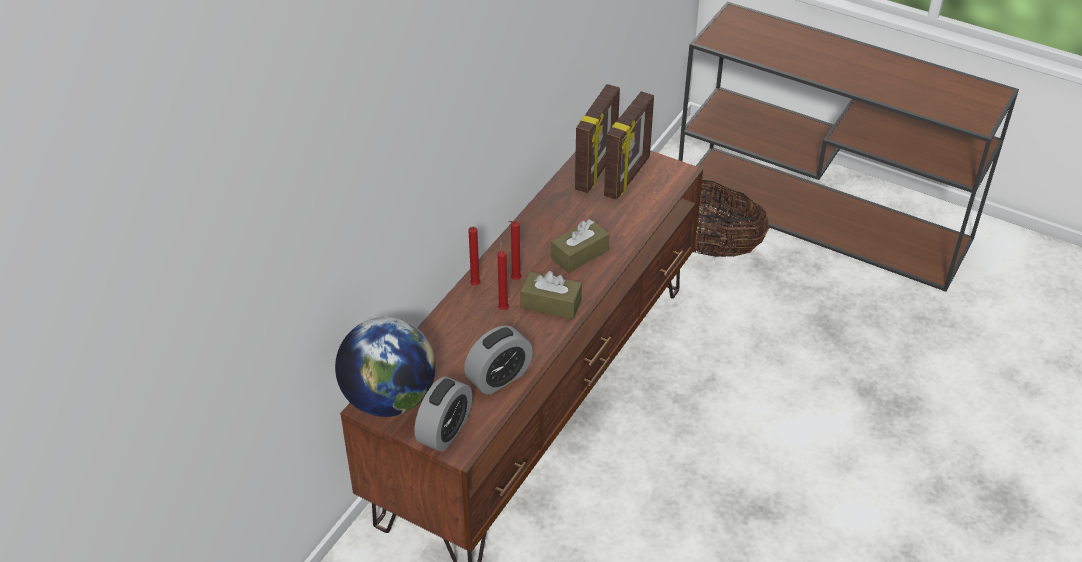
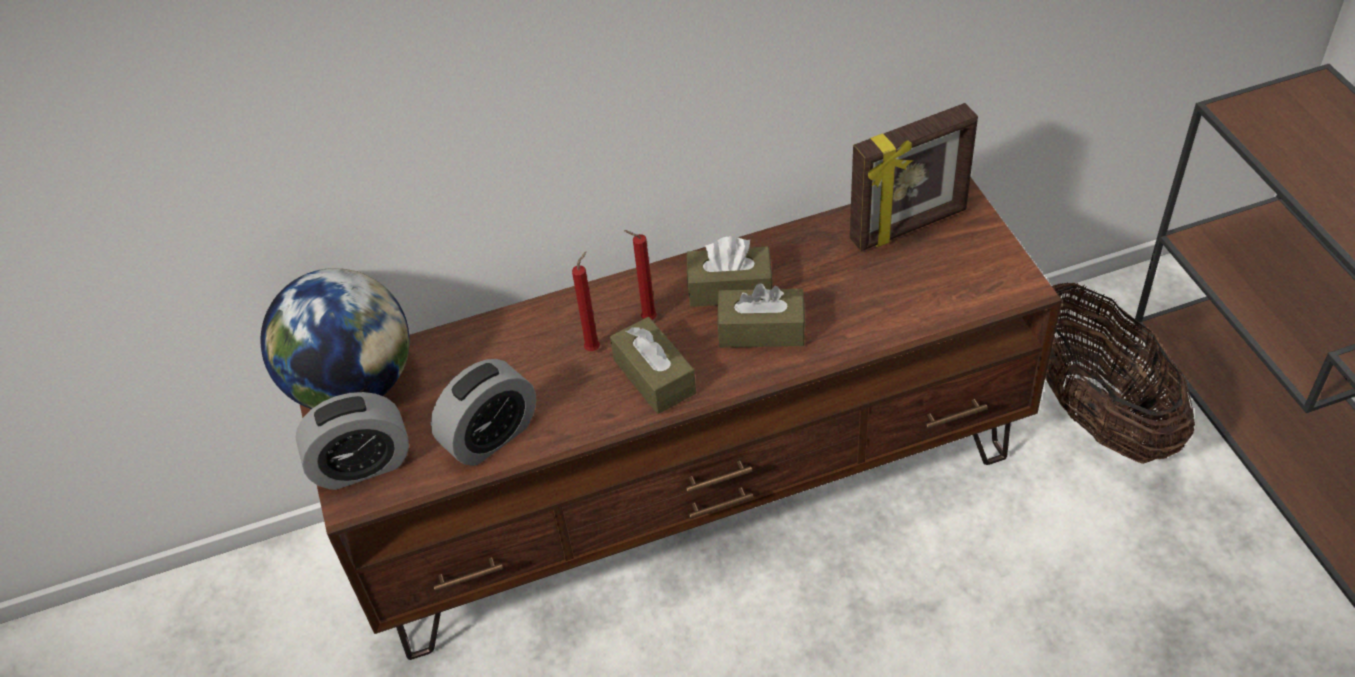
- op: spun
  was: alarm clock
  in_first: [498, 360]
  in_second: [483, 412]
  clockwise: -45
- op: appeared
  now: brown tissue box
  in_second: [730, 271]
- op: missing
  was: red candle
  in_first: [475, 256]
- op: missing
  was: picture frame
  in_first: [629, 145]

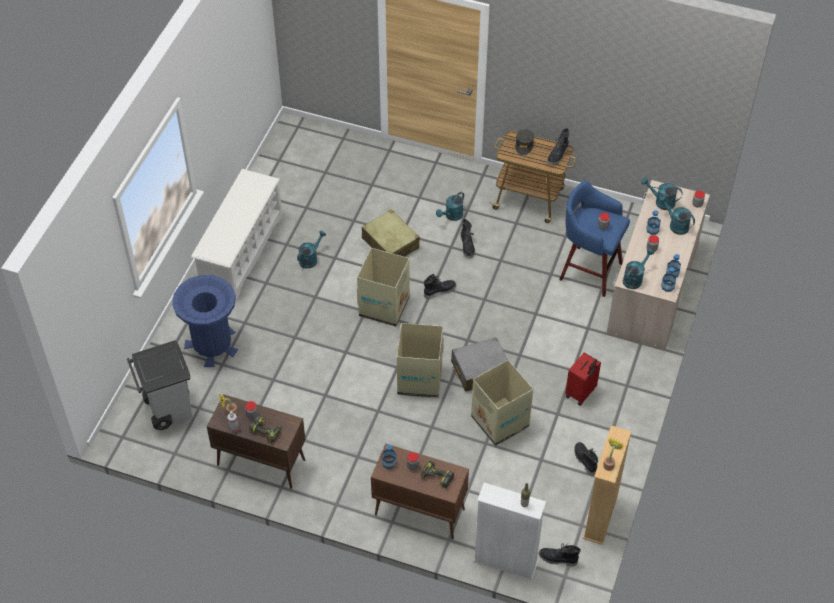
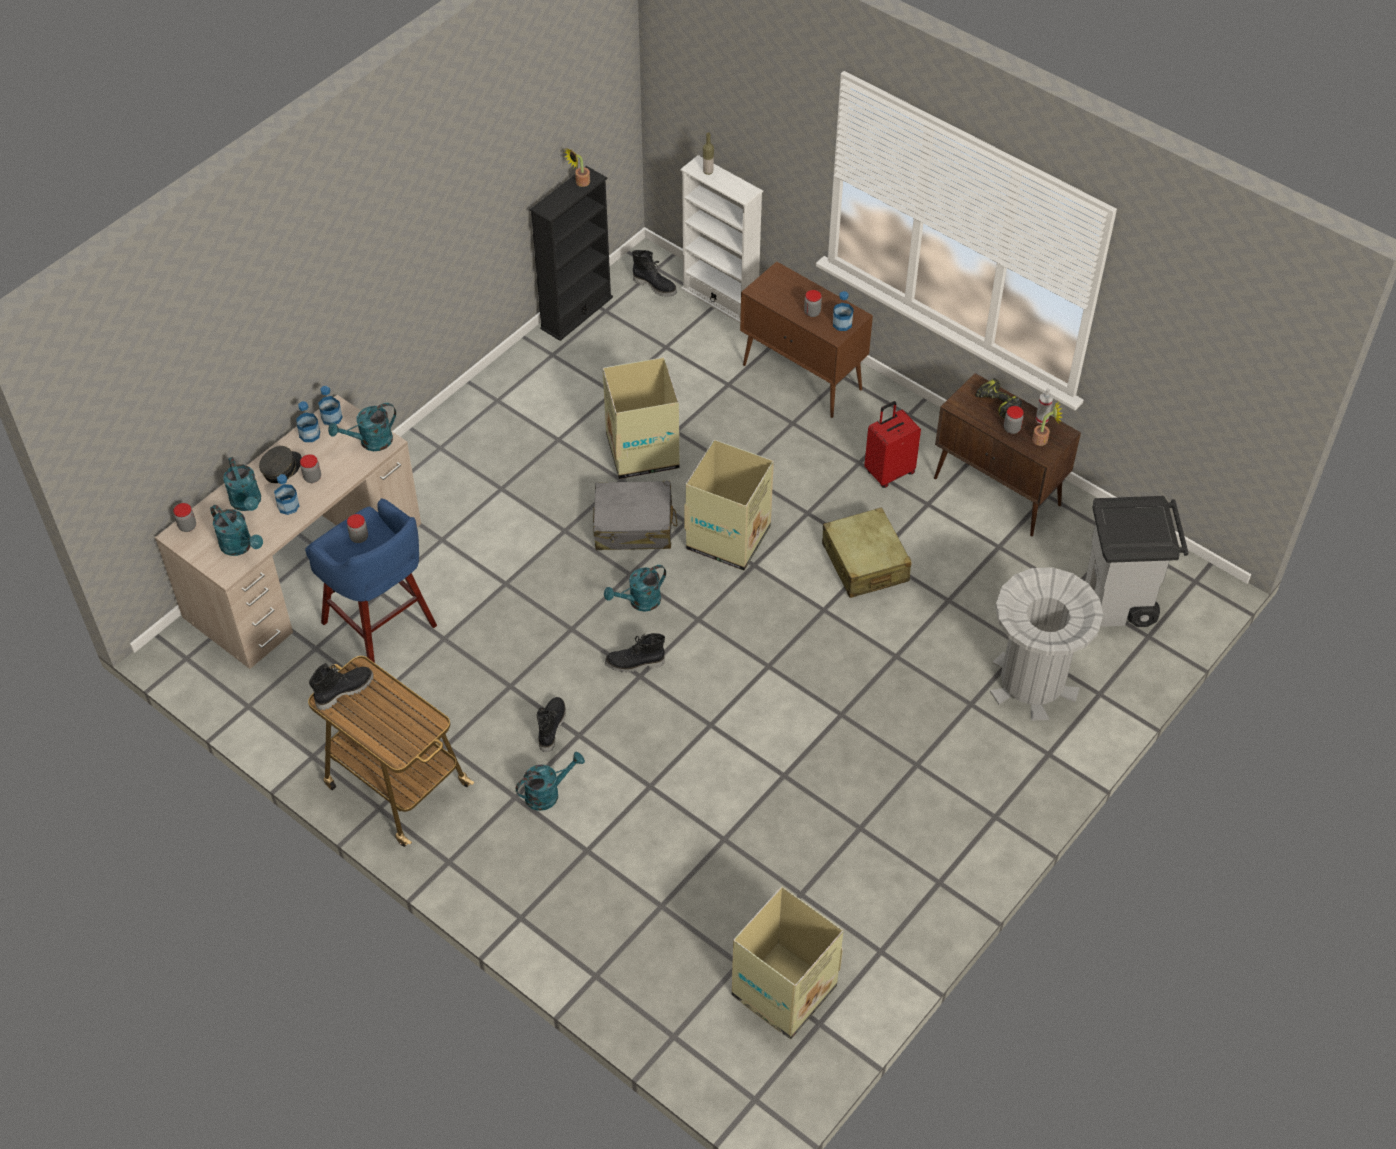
- op: relocated
  was: grey cap
  in_first: [524, 142]
  in_second: [280, 464]
- op: colour
  was: beige bookcase
  now: black bookcase
  in_first: [607, 485]
  in_second: [571, 253]
- op: relocated
  was: turquoise watering can
  in_first: [311, 250]
  in_second: [635, 588]
- op: relocated
  was: cardboard box
  in_first: [383, 287]
  in_second: [787, 962]
- op: relocated
  was: beige suitcase
  in_first: [391, 233]
  in_second: [867, 552]
- op: relocated
  was: red suitcase
  in_first: [583, 379]
  in_second: [892, 444]
- op: colour
  was: blue trash can
  now: grey trash can
  in_first: [205, 321]
  in_second: [1046, 644]
- op: missing
  was: white shoe rack
  in_first: [236, 235]
- op: missing
  was: power drill
  in_first: [437, 474]
- op: missing
  was: black boot
  in_first: [586, 459]

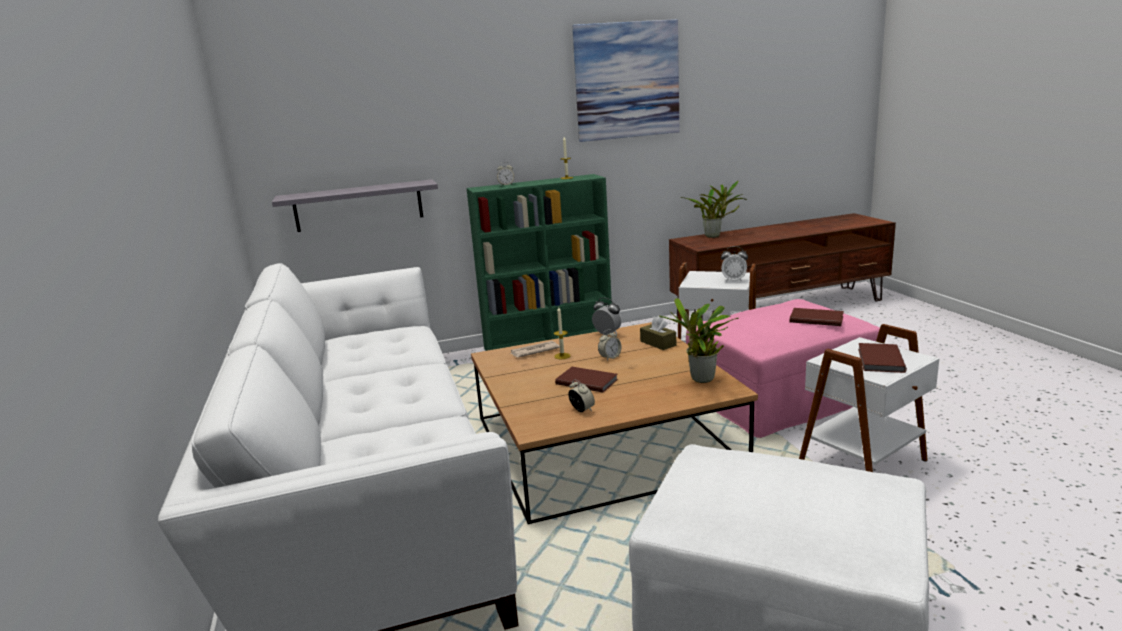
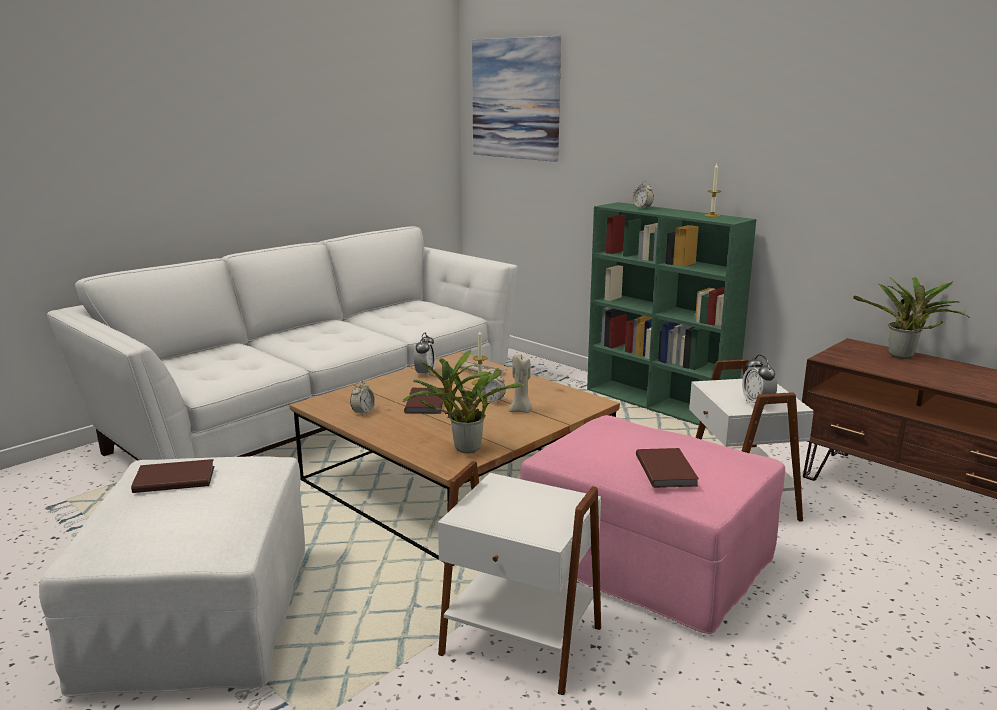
- op: relocated
  was: brown book
  in_first: [882, 358]
  in_second: [172, 476]
- op: relocated
  was: alarm clock
  in_first: [607, 316]
  in_second: [424, 355]
- op: relocated
  was: picture
  in_first: [626, 80]
  in_second: [516, 99]
- op: appeared
  now: beige candle
  in_second: [520, 383]
- op: missing
  was: grey shelf
  in_first: [355, 205]
- op: missing
  was: brown tissue box
  in_first: [658, 333]

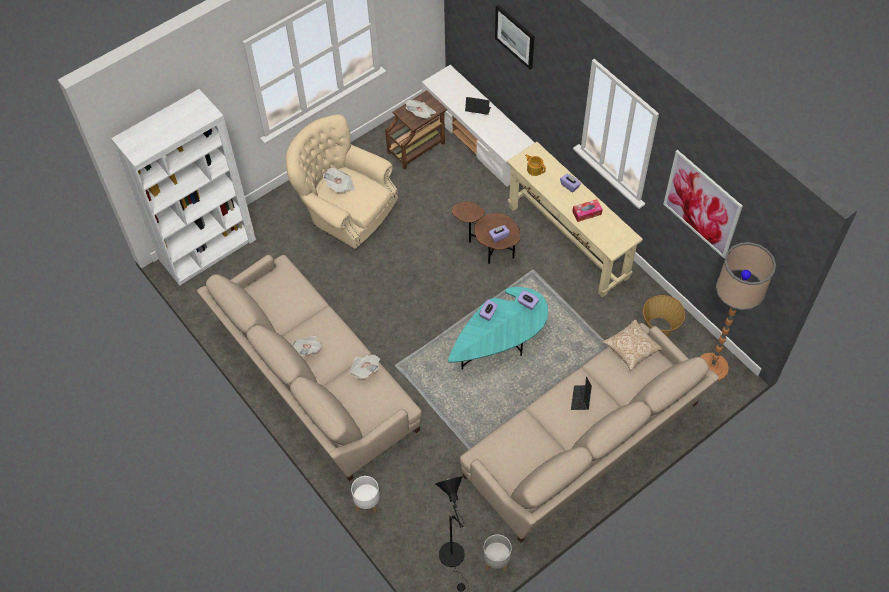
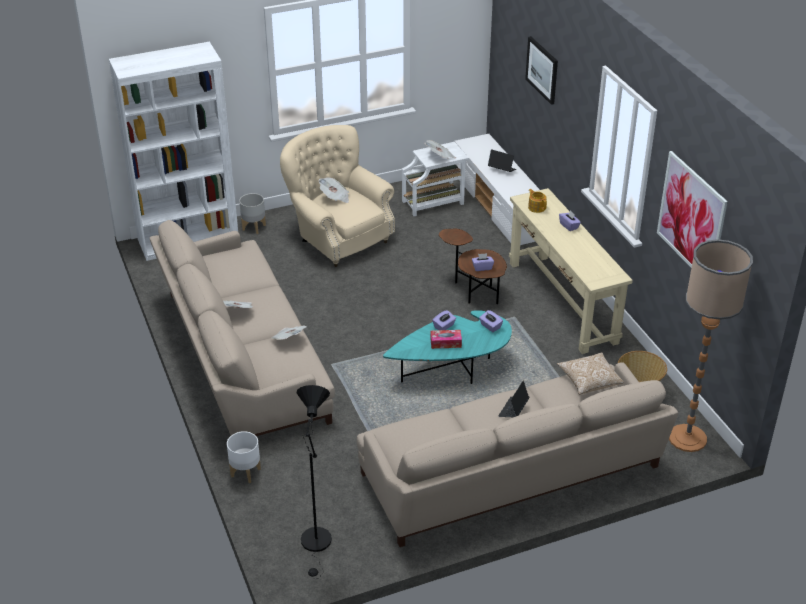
- op: relocated
  was: grey planter
  in_first: [497, 553]
  in_second: [252, 213]
- op: colour
  was: brown side table
  now: white side table
  in_first: [416, 129]
  in_second: [435, 179]
- op: relocated
  was: tissue box
  in_first: [587, 210]
  in_second: [446, 339]

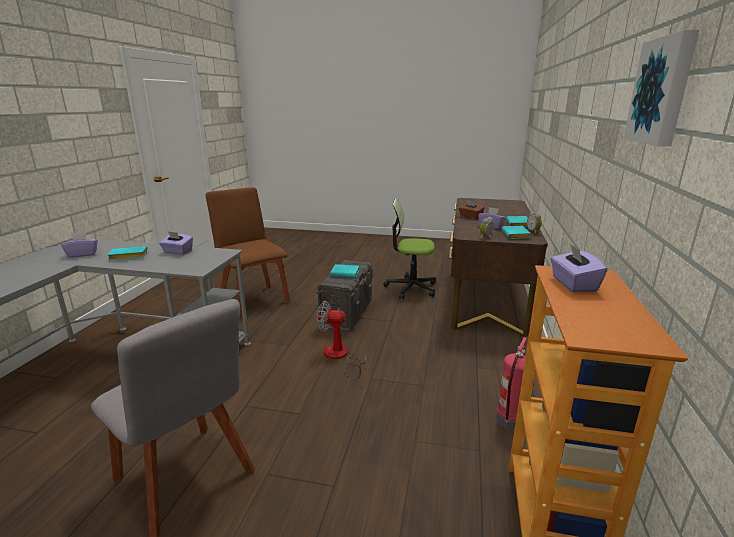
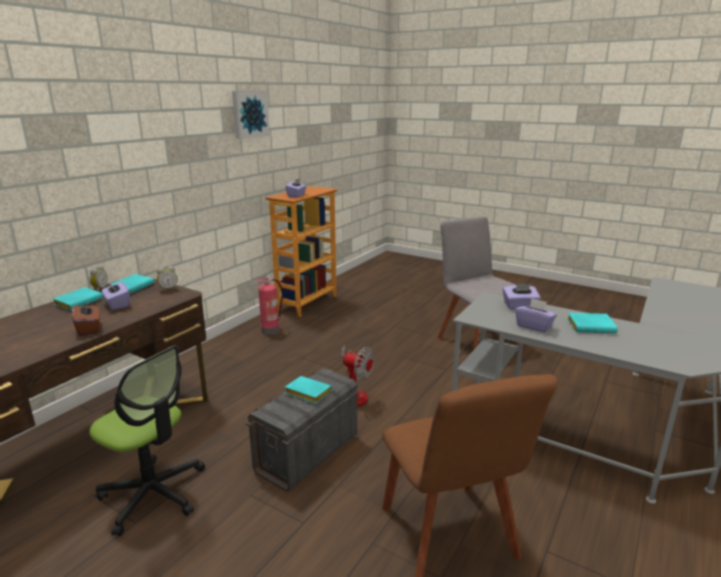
- op: relocated
  was: purple tissue box
  in_first: [79, 245]
  in_second: [522, 296]

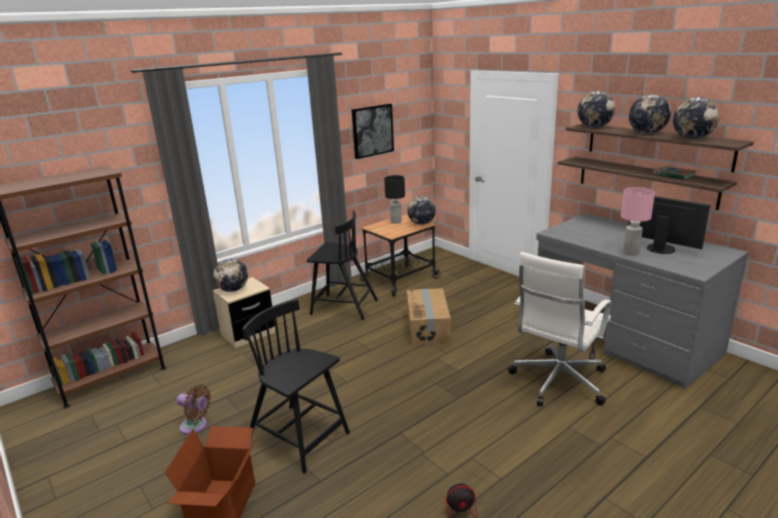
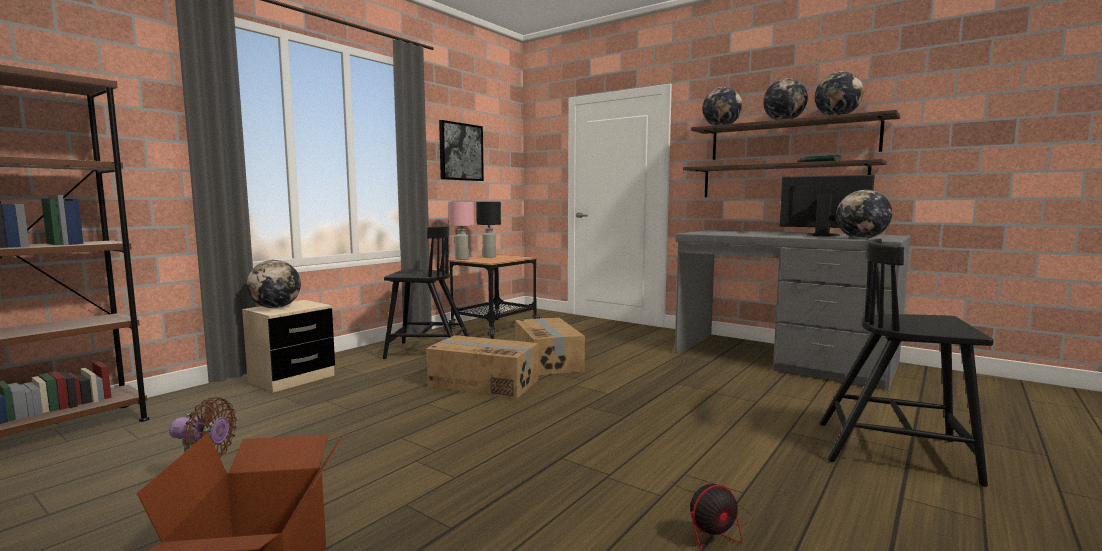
- op: appeared
  now: cardboard box
  in_second: [482, 367]
- op: relocated
  was: pink table lamp
  in_first: [638, 221]
  in_second: [461, 231]
- op: relocated
  was: black chair
  in_first: [296, 386]
  in_second: [906, 363]
- op: relocated
  was: globe
  in_first: [421, 210]
  in_second: [864, 214]
- op: missing
  was: white office chair
  in_first: [559, 329]

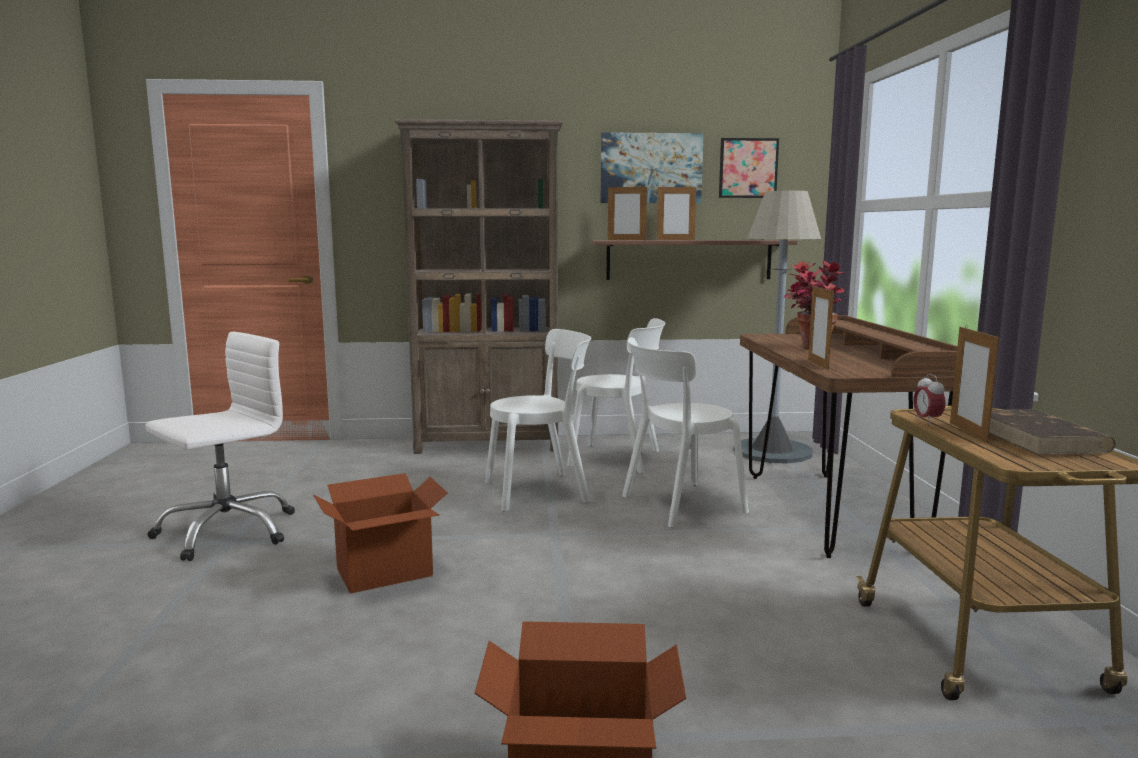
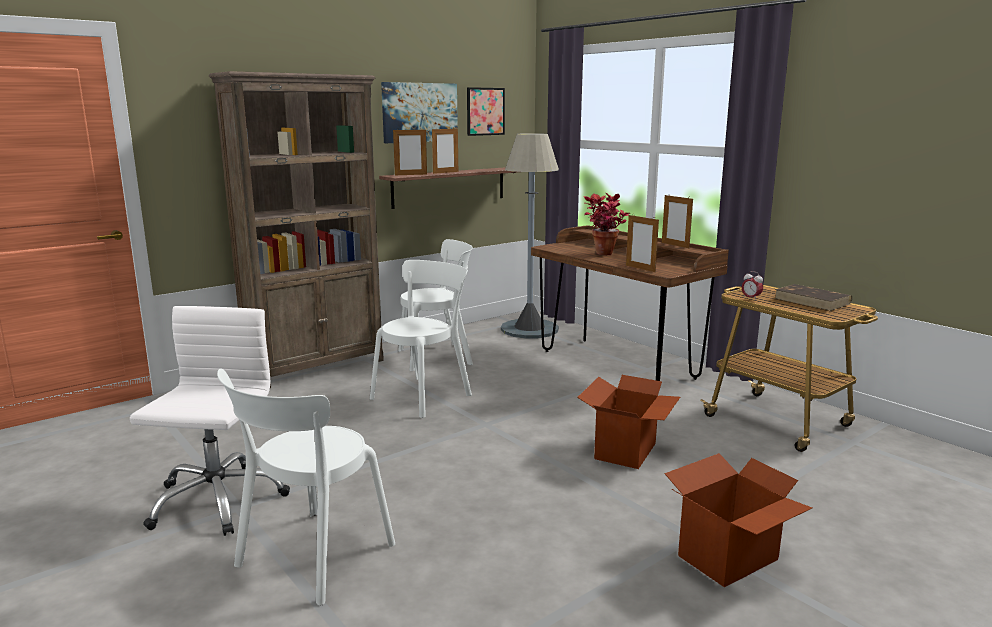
- op: relocated
  was: white chair
  in_first: [685, 432]
  in_second: [306, 486]
- op: relocated
  was: cardboard box
  in_first: [380, 533]
  in_second: [628, 422]
- op: relocated
  was: picture frame
  in_first: [974, 384]
  in_second: [677, 221]

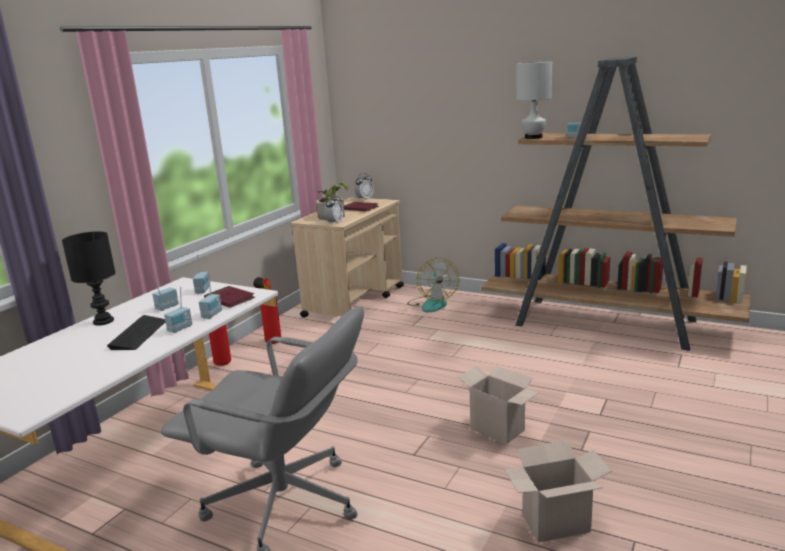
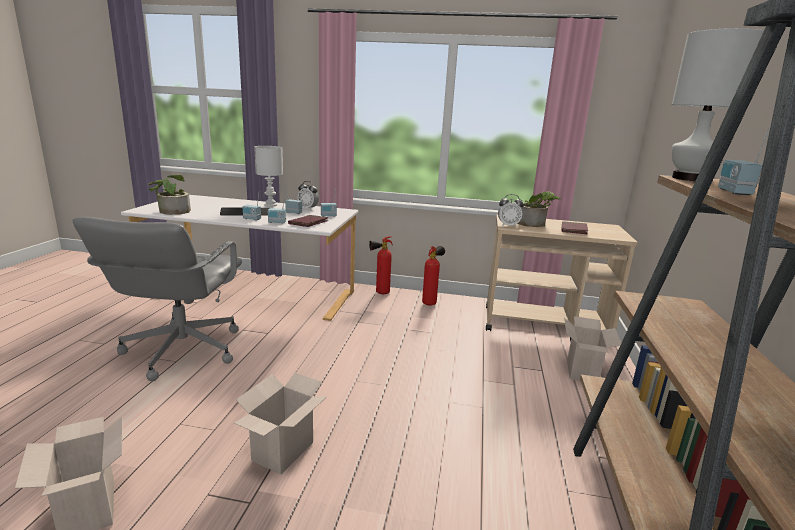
- op: appeared
  now: potted plant
  in_second: [169, 195]
- op: colour
  was: black table lamp
  now: white table lamp
  in_first: [89, 278]
  in_second: [268, 176]
- op: relocated
  was: alarm clock
  in_first: [364, 186]
  in_second: [308, 195]
- op: exchanged
  was: fan
  now: cardboard box
  in_first: [433, 285]
  in_second: [592, 348]

